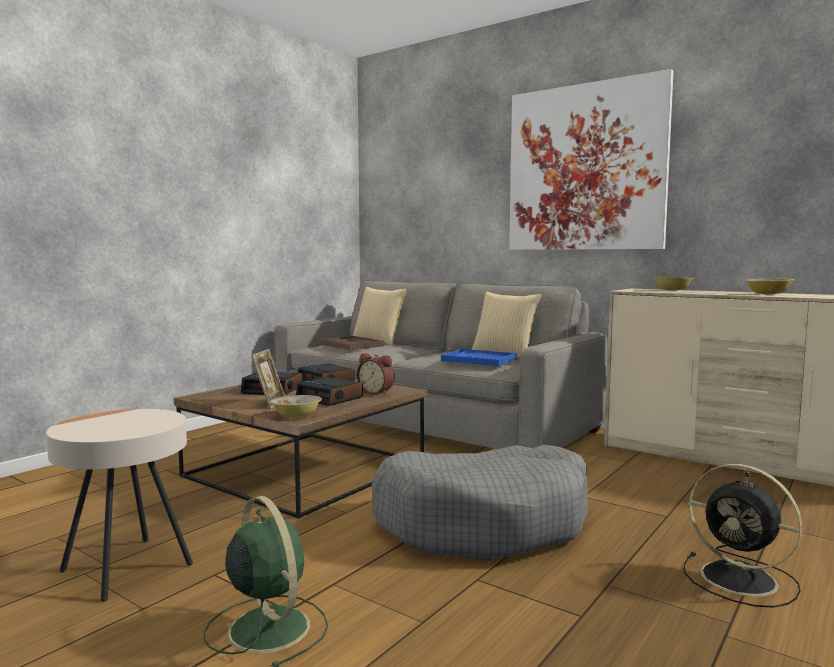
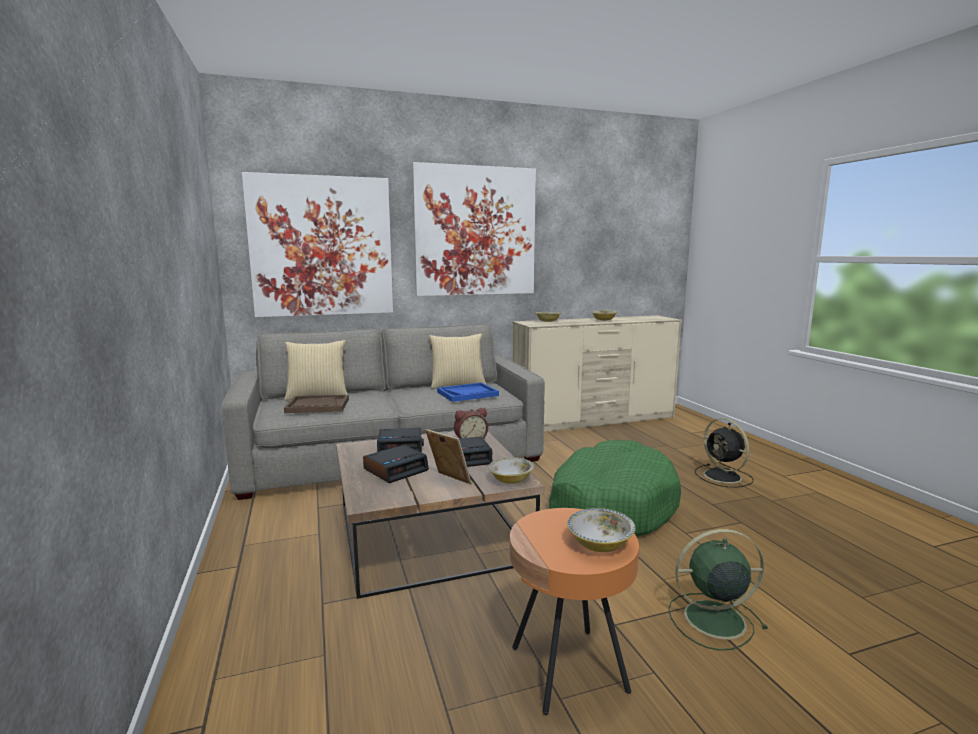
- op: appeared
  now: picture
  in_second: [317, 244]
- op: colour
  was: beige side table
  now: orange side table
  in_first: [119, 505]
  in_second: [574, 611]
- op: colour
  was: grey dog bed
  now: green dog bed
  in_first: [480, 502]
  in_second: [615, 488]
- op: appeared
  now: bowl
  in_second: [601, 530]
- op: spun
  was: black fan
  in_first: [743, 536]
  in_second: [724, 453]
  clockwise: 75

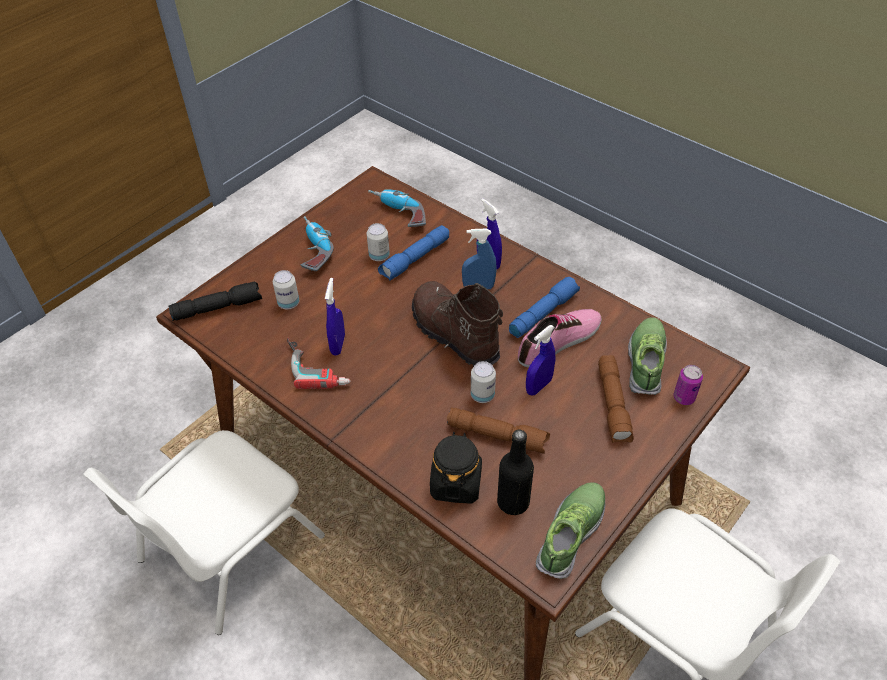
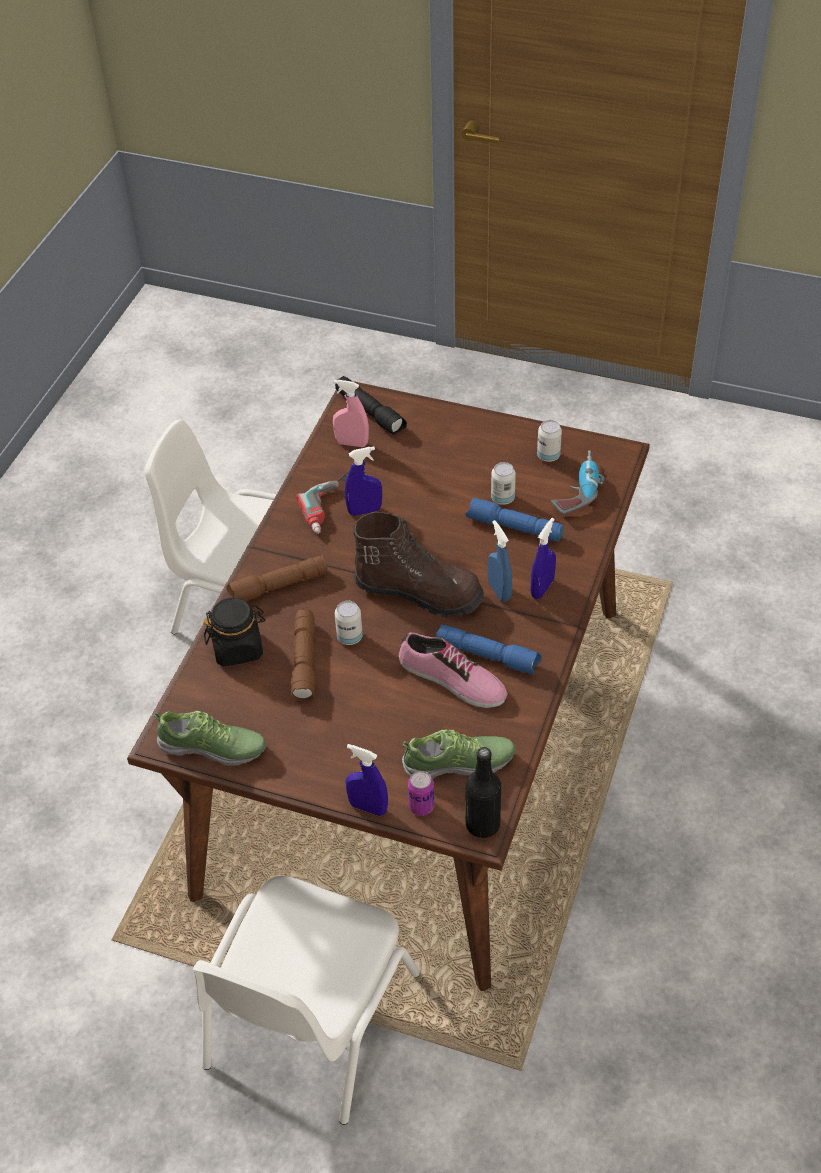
- op: relocated
  was: brown flashlight
  in_first: [616, 399]
  in_second: [277, 578]
- op: appeared
  now: pink spray bottle
  in_second: [351, 413]
- op: relocated
  was: blue spray bottle
  in_first: [541, 360]
  in_second: [367, 780]
- op: spun
  was: brown boot
  in_first: [457, 324]
  in_second: [418, 564]
  clockwise: 75
- op: relocated
  was: black bottle
  in_first: [515, 472]
  in_second: [483, 792]
- op: relocated
  was: can
  in_first: [286, 290]
  in_second: [549, 441]
- op: missing
  was: power drill
  in_first: [317, 243]

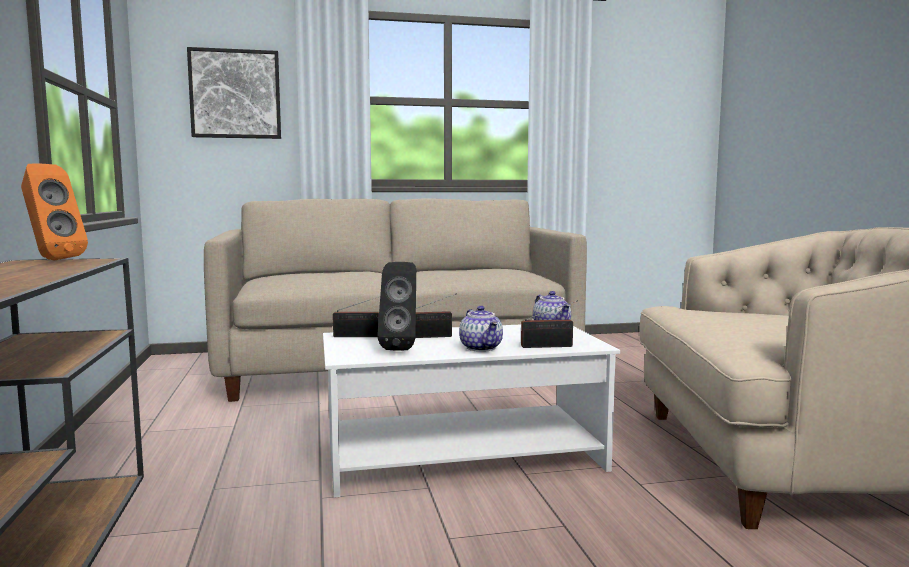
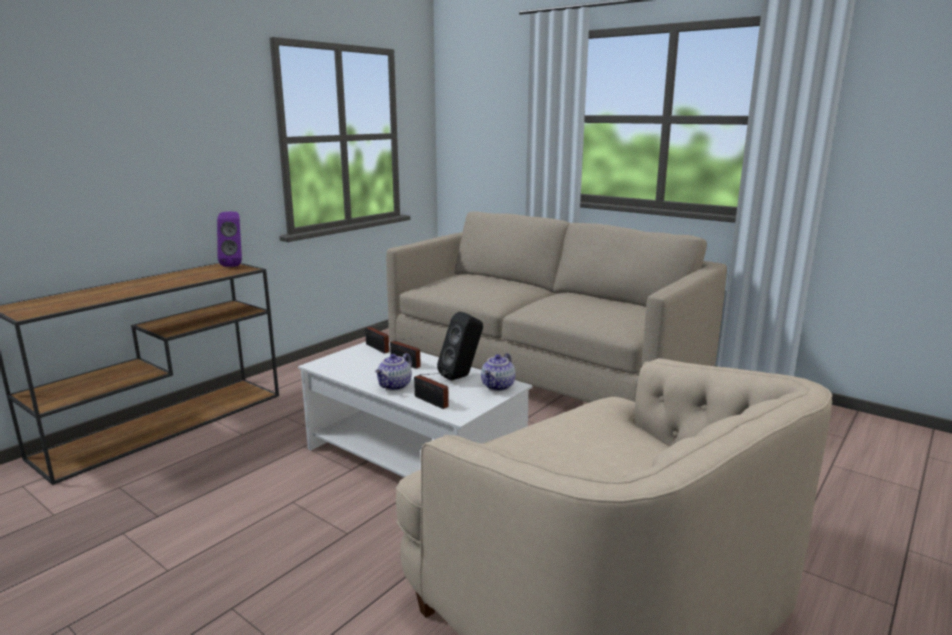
- op: colour
  was: orange speaker
  now: purple speaker
  in_first: [54, 212]
  in_second: [229, 239]
- op: relocated
  was: black speaker
  in_first: [396, 306]
  in_second: [460, 346]
- op: missing
  was: picture
  in_first: [234, 93]

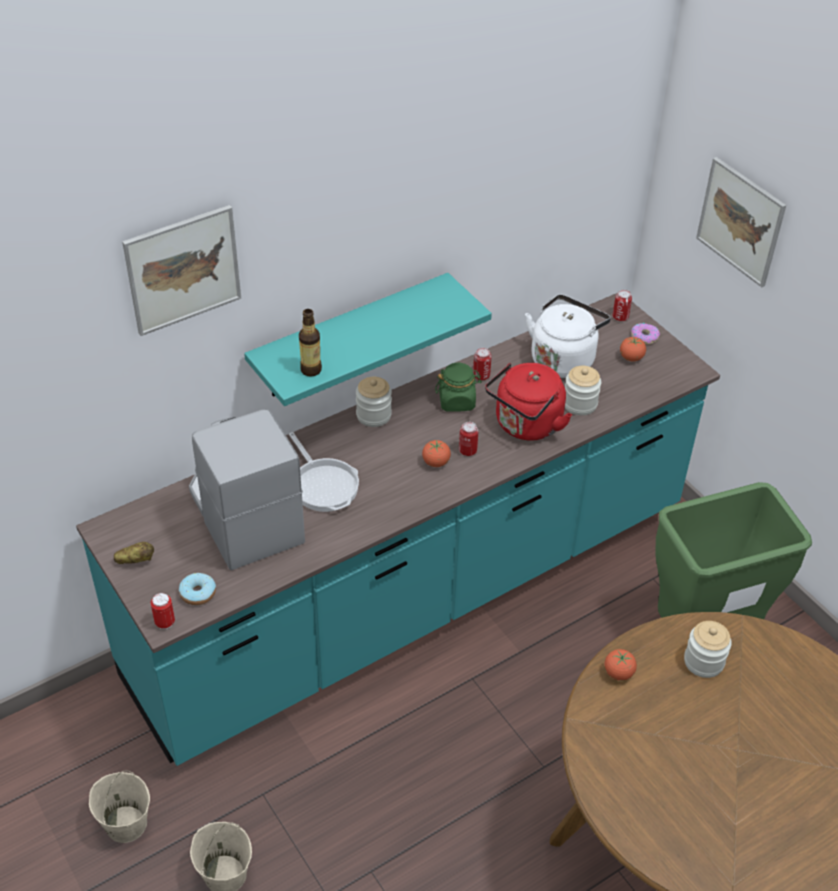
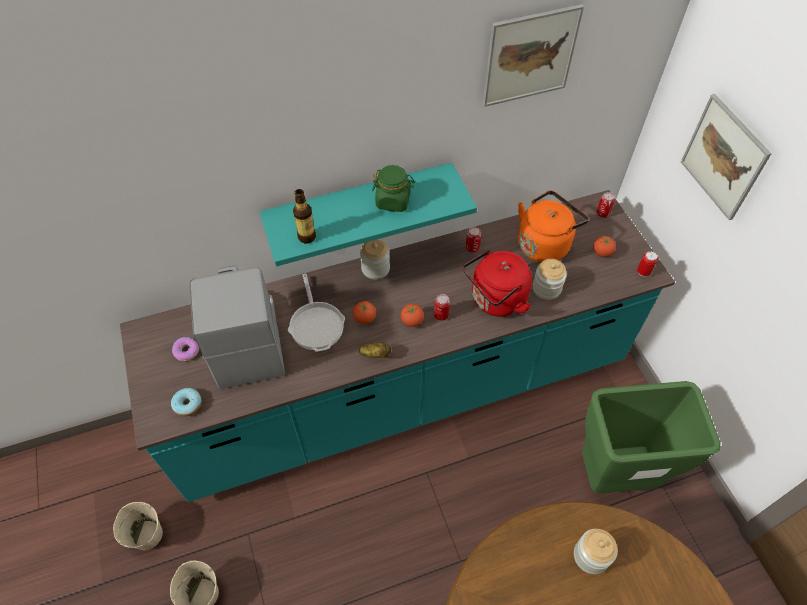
- op: relocated
  was: donut
  in_first: [645, 334]
  in_second: [185, 349]
- op: relocated
  was: tomato
  in_first: [621, 665]
  in_second: [364, 312]
- op: relocated
  was: potato
  in_first: [134, 553]
  in_second: [375, 350]
- op: relocated
  was: green jar
  in_first: [458, 387]
  in_second: [393, 188]
- op: relocated
  was: picture
  in_first: [181, 270]
  in_second: [533, 55]
- op: colour
  was: white kettle
  now: orange kettle
  in_first: [568, 336]
  in_second: [553, 226]
- op: relocated
  was: can
  in_first: [163, 611]
  in_second: [647, 264]

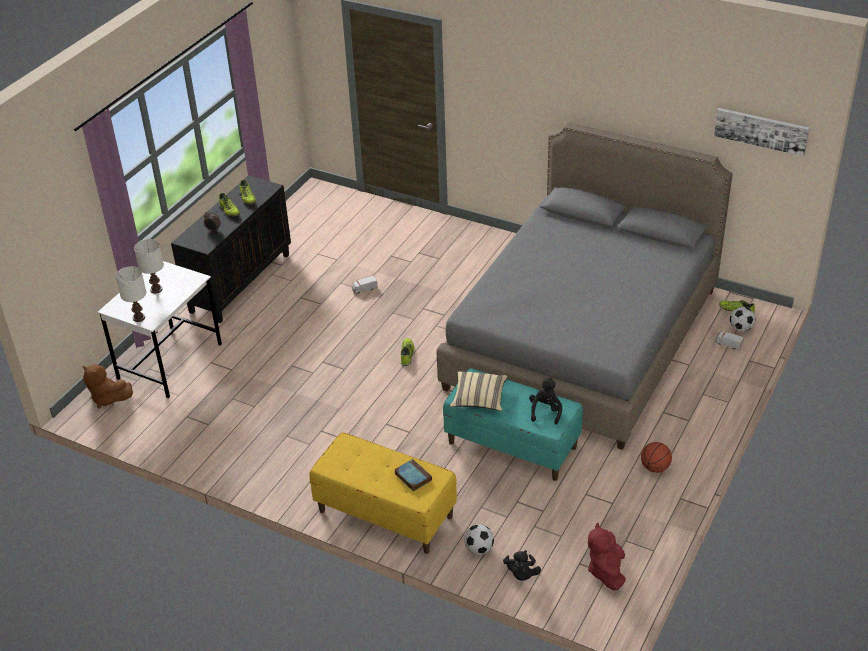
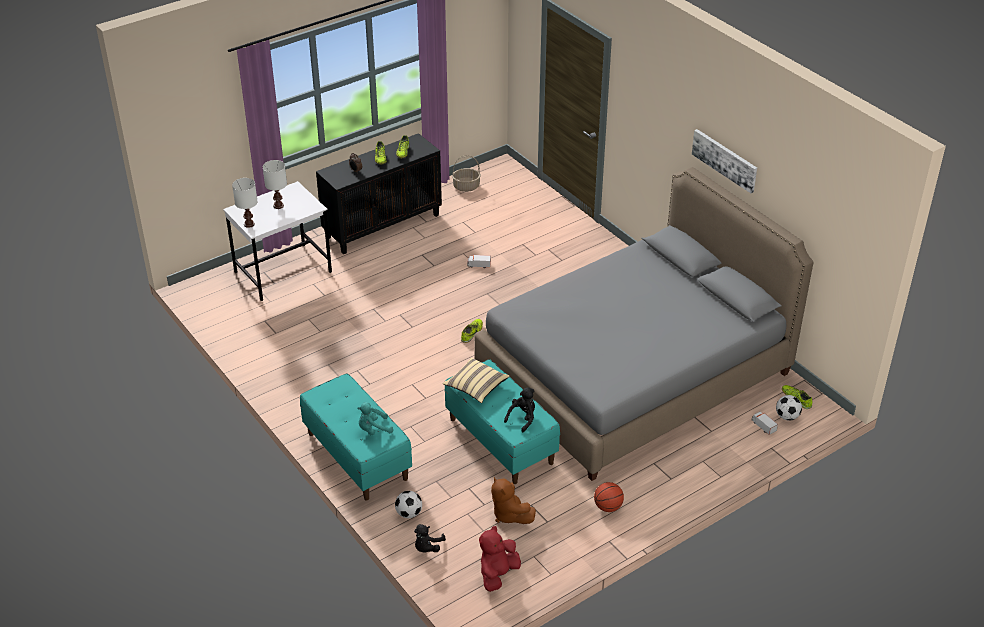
- op: colour
  was: yellow bench
  now: turquoise bench
  in_first: [383, 493]
  in_second: [356, 437]
- op: exchanged
  was: book
  now: turquoise plush toy
  in_first: [413, 475]
  in_second: [375, 418]
- op: appeared
  now: basket
  in_second: [466, 173]
- op: relocated
  was: brown plush toy
  in_first: [108, 386]
  in_second: [513, 500]
- op: relocated
  was: picture
  in_first: [761, 132]
  in_second: [724, 161]

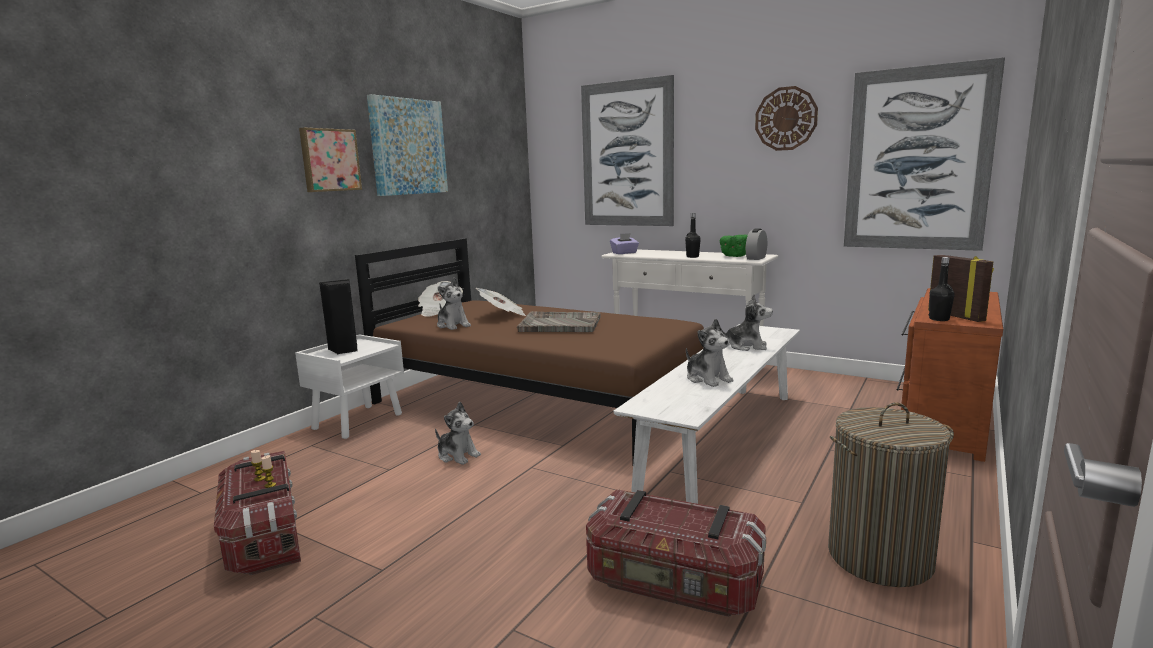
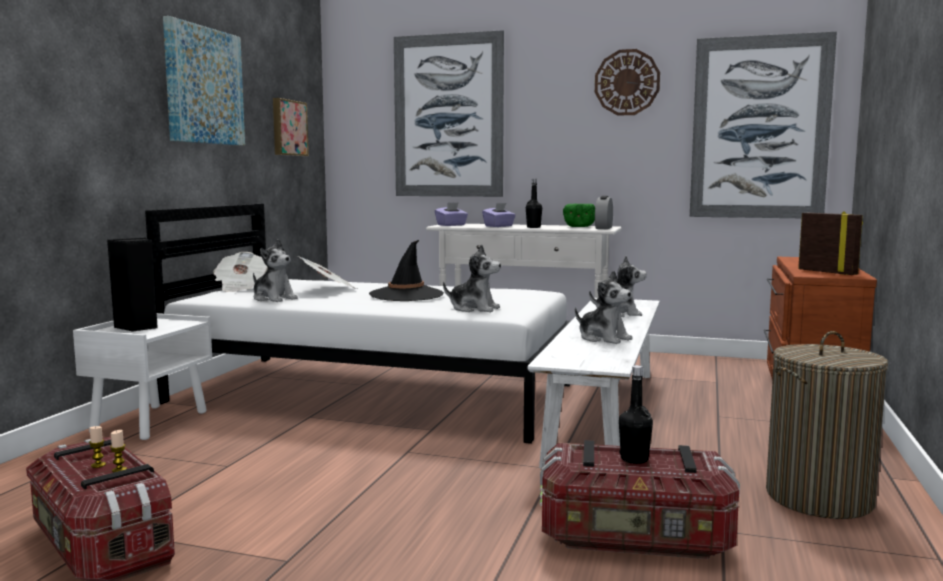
- op: colour
  was: brown bed
  now: white bed
  in_first: [529, 351]
  in_second: [358, 324]
- op: relocated
  was: picture
  in_first: [330, 159]
  in_second: [291, 127]
- op: exchanged
  was: grey tray
  now: black hat
  in_first: [559, 321]
  in_second: [406, 270]
- op: relocated
  was: plush toy
  in_first: [458, 433]
  in_second: [472, 278]
- op: appeared
  now: purple tissue box
  in_second: [499, 215]
- op: relocated
  was: black bottle
  in_first: [942, 289]
  in_second: [636, 414]

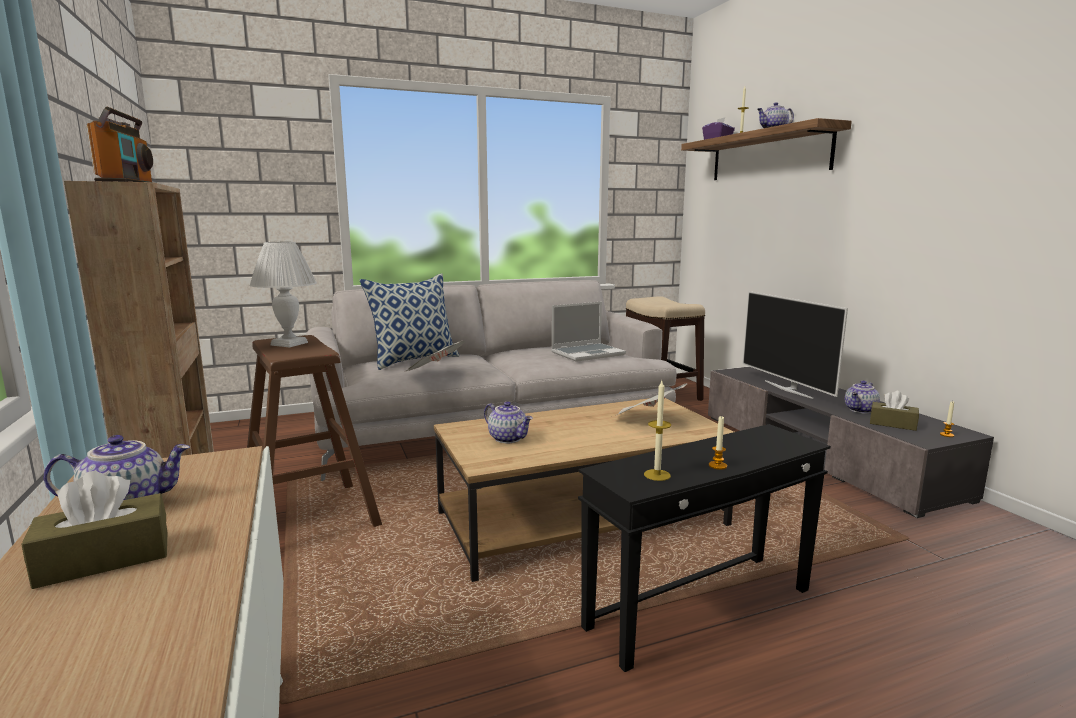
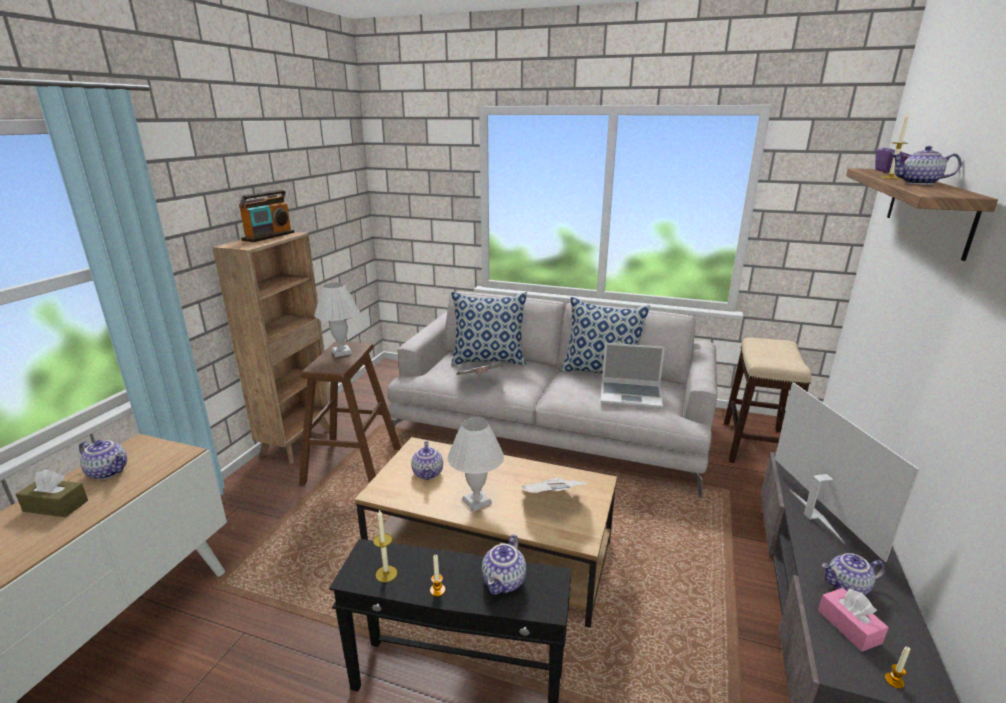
- op: appeared
  now: white table lamp
  in_second: [476, 465]
- op: appeared
  now: teapot
  in_second: [504, 564]
- op: appeared
  now: pillow
  in_second: [605, 335]
- op: spun
  was: television
  in_first: [795, 345]
  in_second: [847, 472]
  clockwise: 150
- op: colour
  was: brown tissue box
  now: pink tissue box
  in_first: [894, 411]
  in_second: [853, 620]

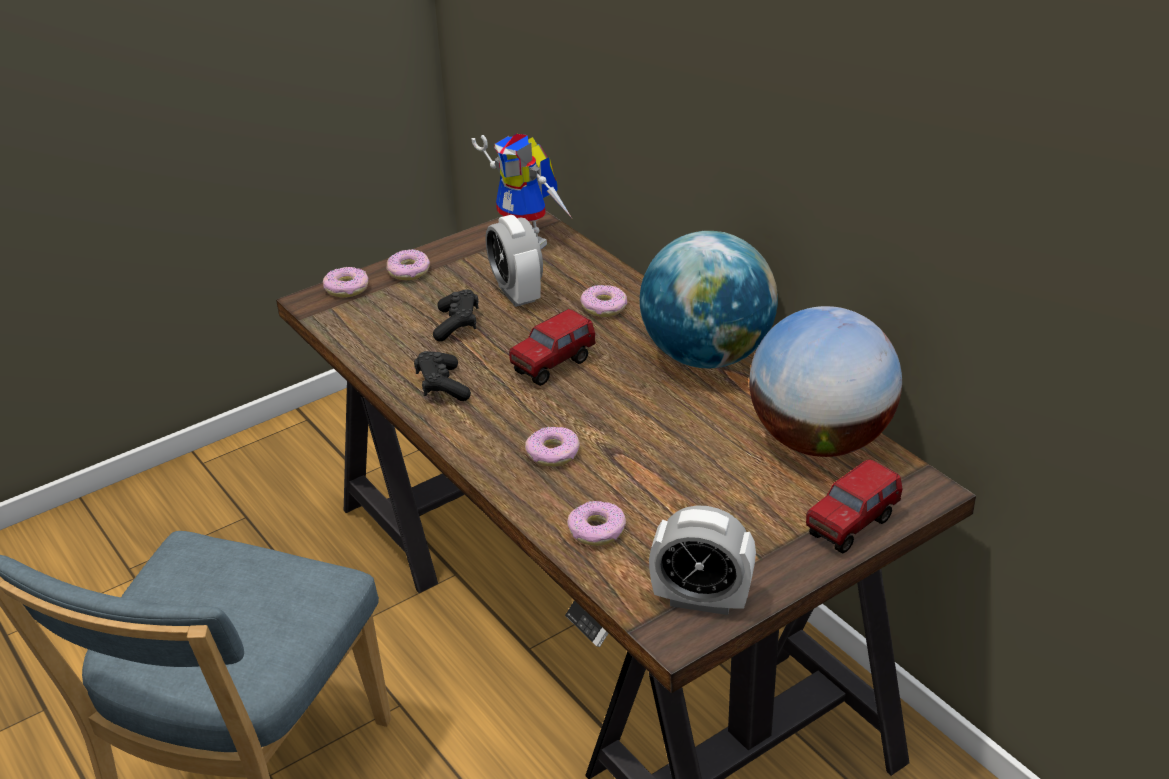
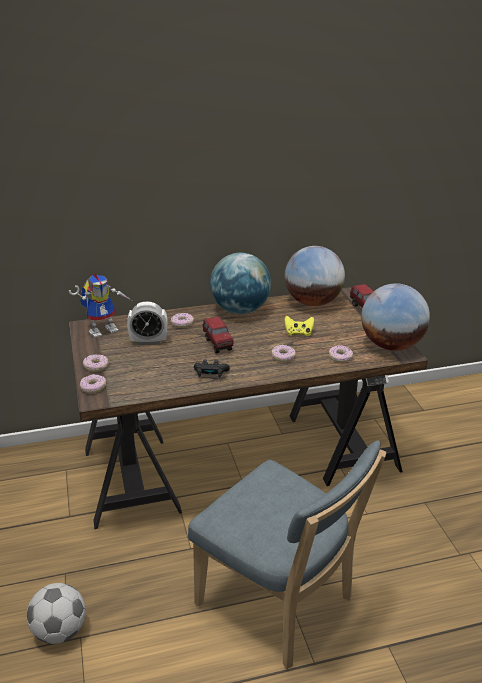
- op: appeared
  now: football
  in_second: [56, 613]
- op: appeared
  now: yellow game controller
  in_second: [299, 326]
- op: exchanged
  was: alarm clock
  now: globe
  in_first: [702, 560]
  in_second: [395, 317]
- op: missing
  was: black game controller
  in_first: [456, 315]

